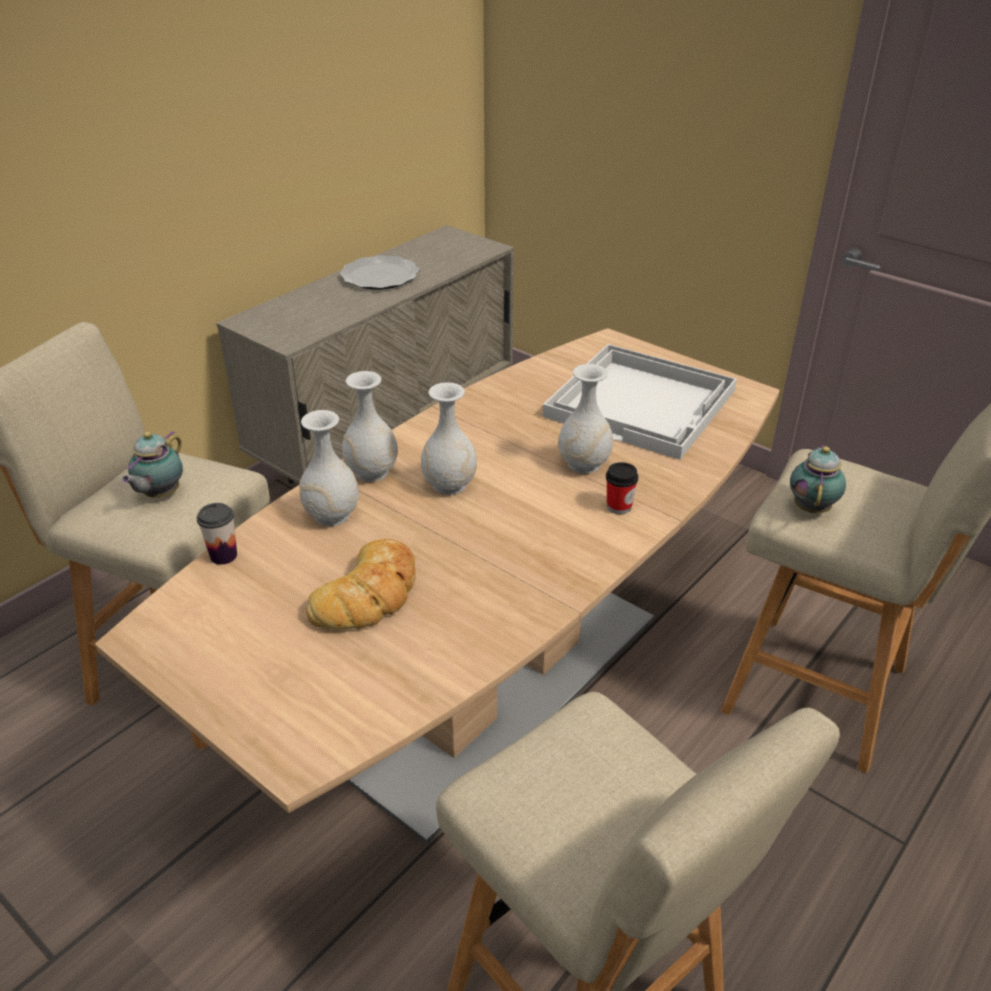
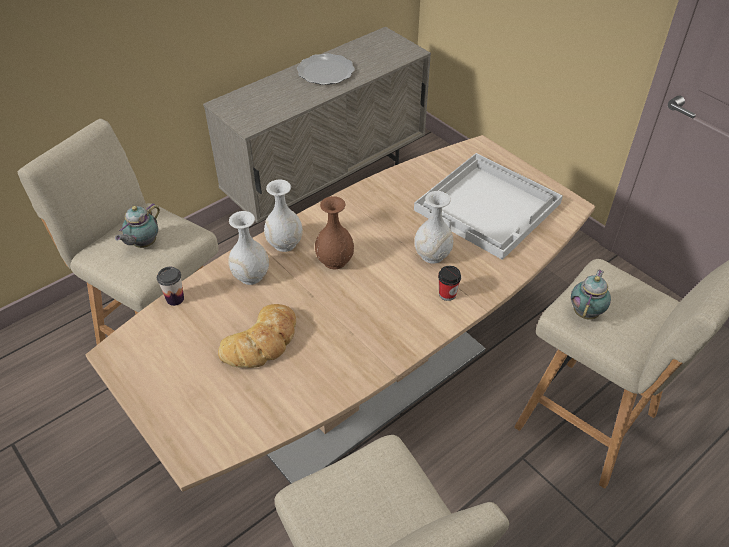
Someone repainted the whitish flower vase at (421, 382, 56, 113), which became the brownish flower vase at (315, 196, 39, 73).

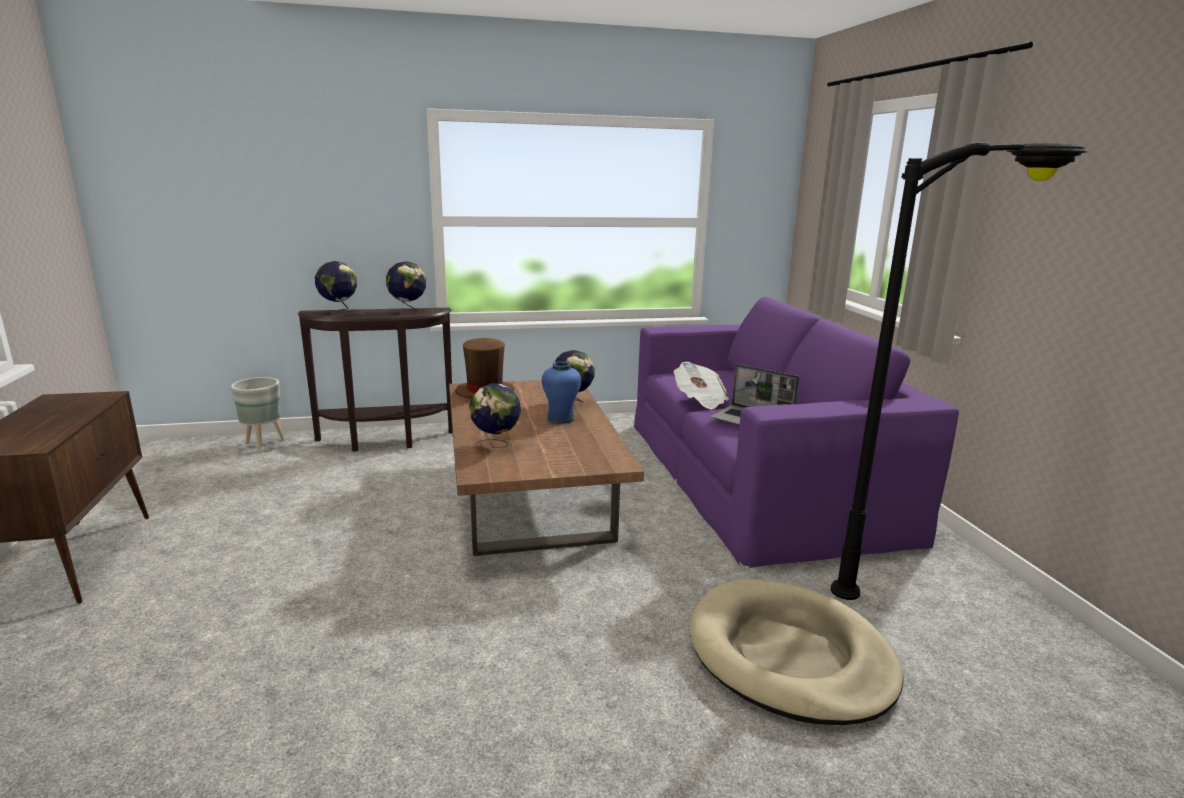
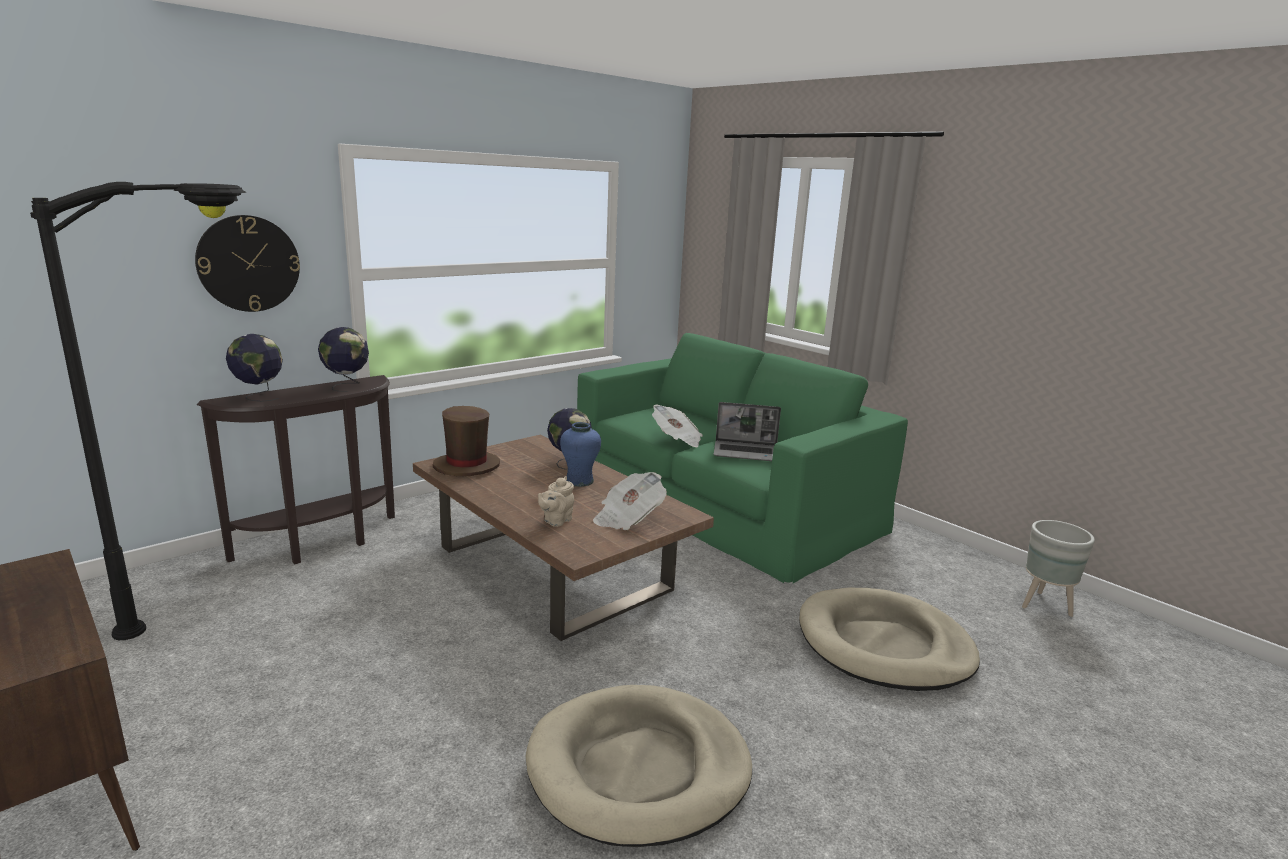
Someone put up the wall clock at (195, 215, 105, 97).
Someone put down the beige pet bed at (526, 685, 226, 162).
Someone put down the daily paper at (593, 472, 74, 58).
Someone carried the greyish flower pot from (231, 377, 54, 76) to (1022, 520, 73, 97).
Someone carried the black-coloured standing lamp from (830, 142, 258, 458) to (30, 182, 216, 458).
Someone swapped the world globe at (469, 383, 52, 65) for the beige tea pot at (538, 476, 36, 51).
Someone repainted the purplish sofa at (634, 297, 325, 271), which became the green sofa at (577, 333, 331, 250).

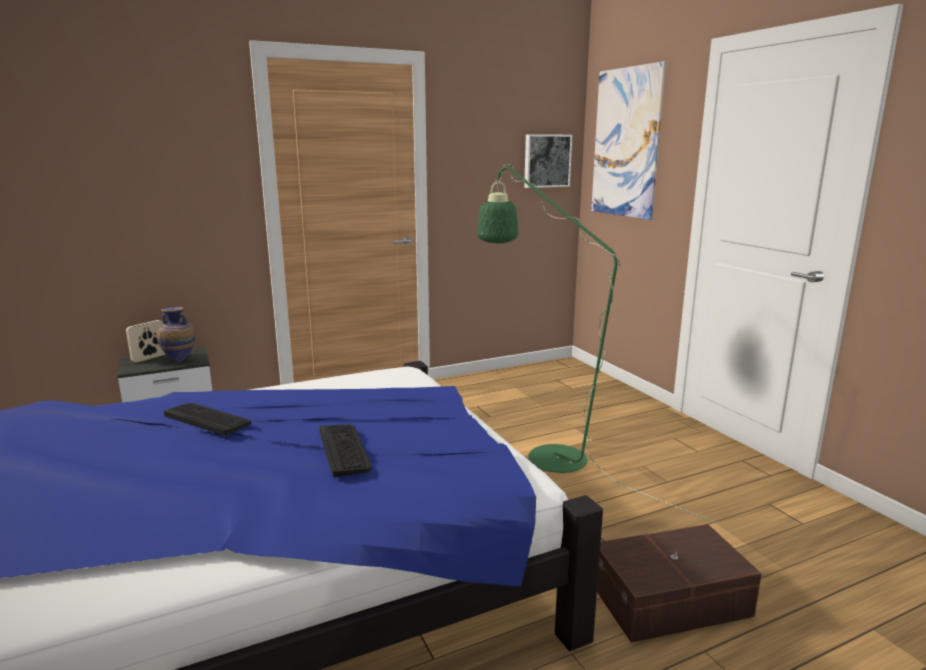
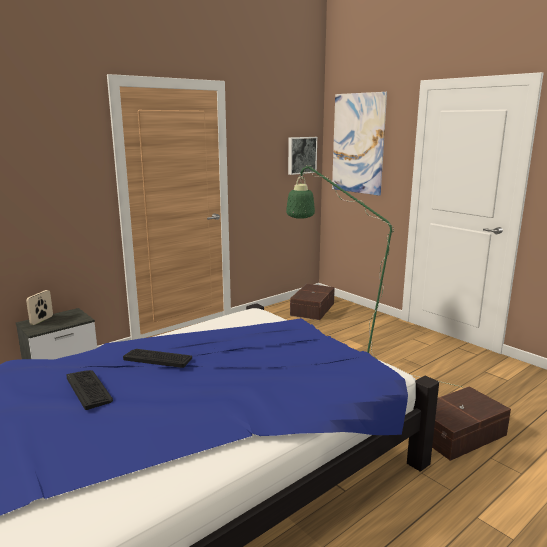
Someone took away the flower vase at (157, 307, 38, 56).
Someone put down the brownish storage container at (290, 284, 45, 36).
Someone carried the keyboard from (319, 424, 53, 53) to (66, 370, 47, 40).

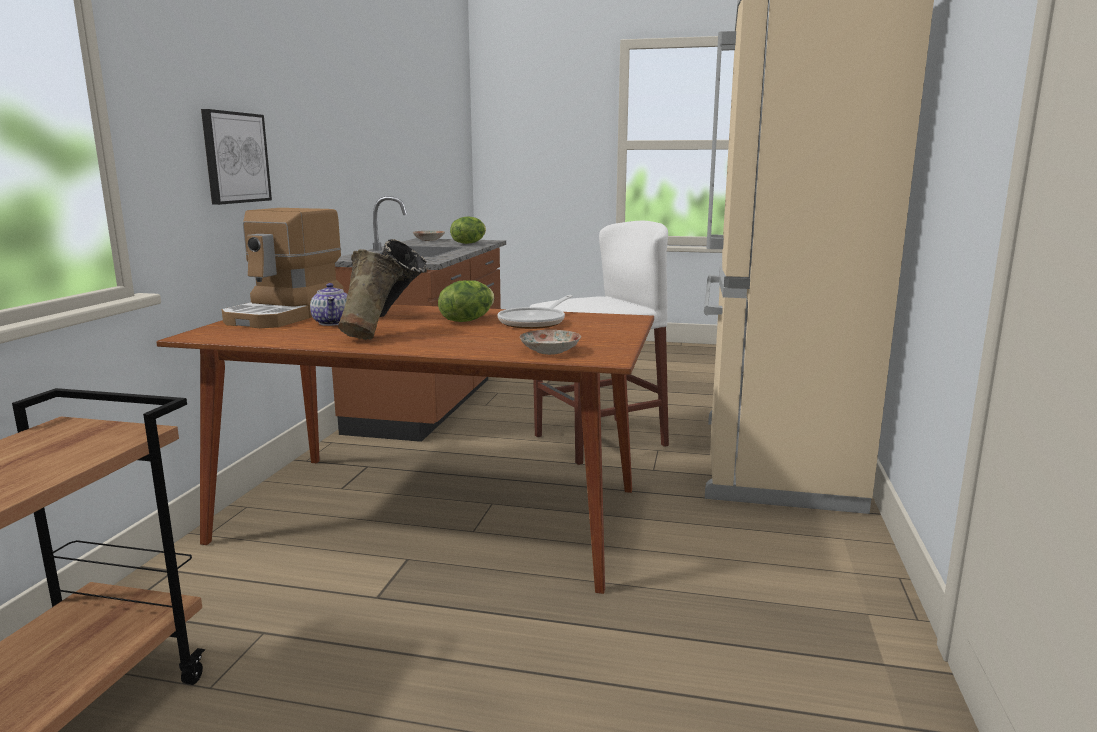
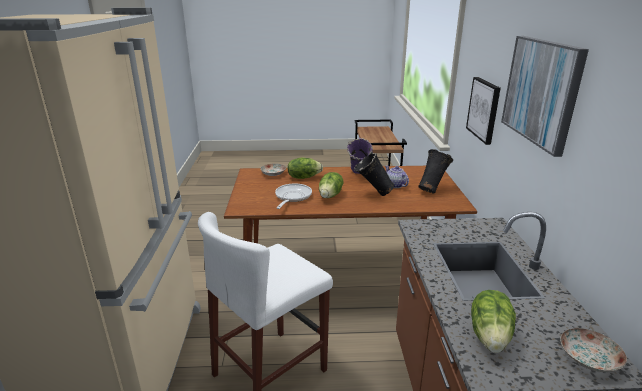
Someone put down the lettuce head at (288, 158, 35, 21).
Someone put up the picture at (501, 36, 88, 121).
Someone swapped the coffee maker at (222, 208, 122, 120) for the black-coloured flower vase at (418, 149, 35, 45).
Someone repainted the beige flower vase at (338, 249, 65, 91), which became the purplish flower vase at (347, 138, 26, 36).

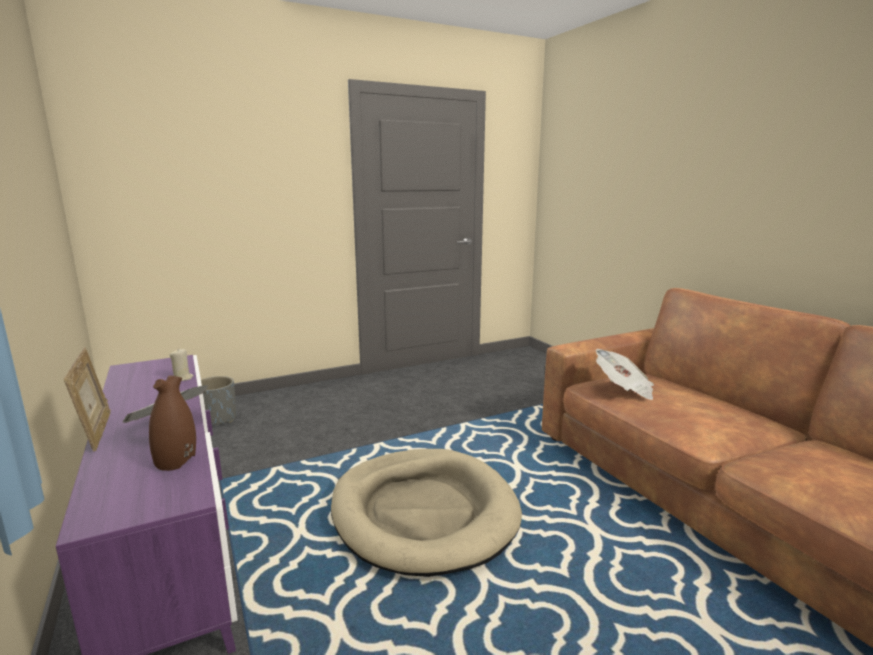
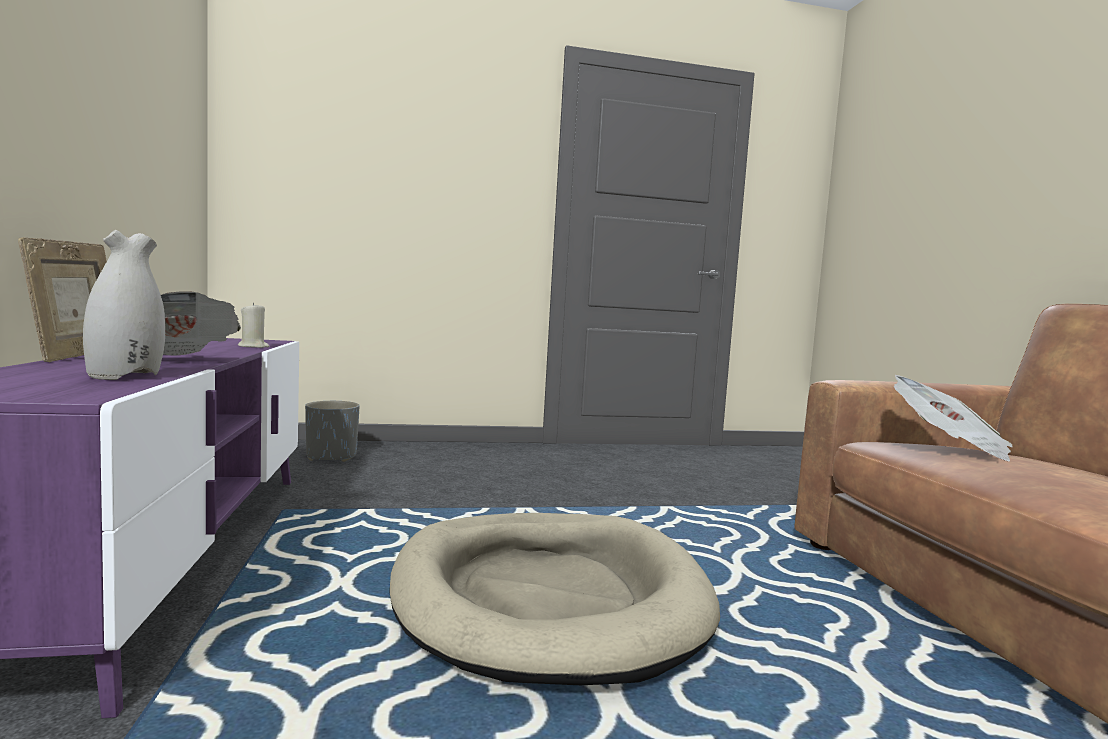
Someone repainted the brownish flower vase at (149, 376, 47, 95), which became the whitish flower vase at (83, 230, 82, 150).

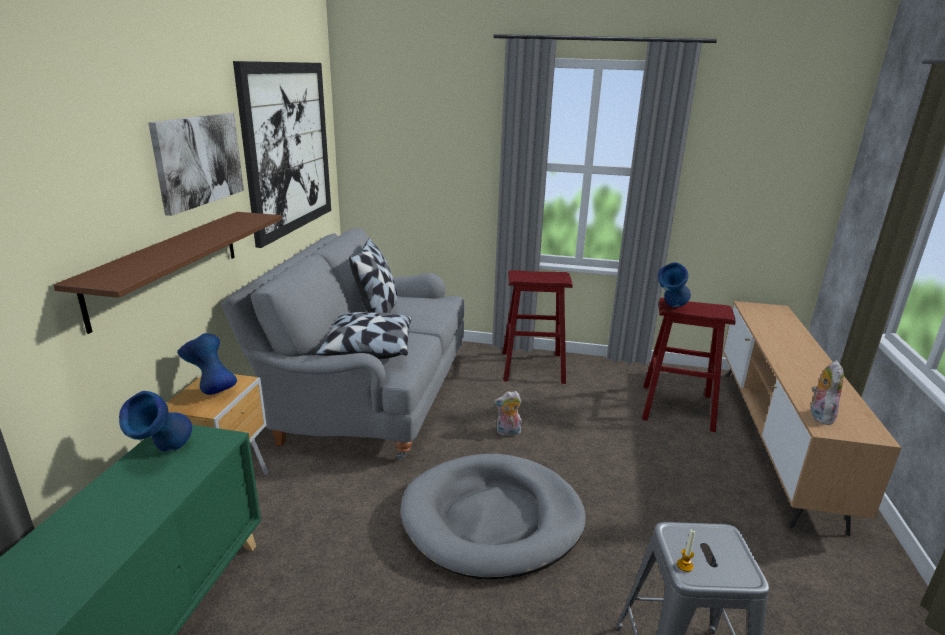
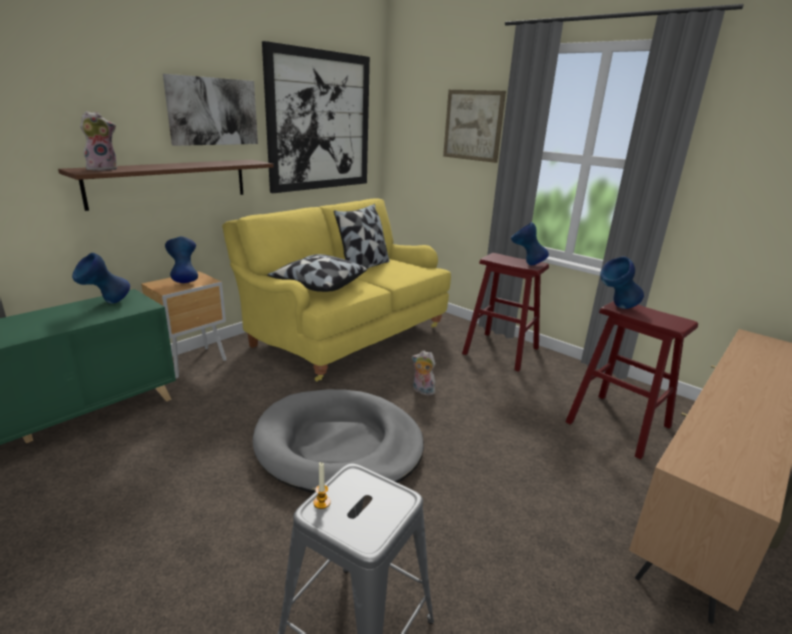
Someone put up the picture at (443, 90, 63, 73).
Someone put down the blue-coloured flower vase at (511, 222, 38, 44).
Someone carried the plush toy from (811, 360, 33, 65) to (80, 111, 37, 60).
Someone repainted the greyish sofa at (221, 228, 244, 232), which became the yellowish sofa at (222, 199, 229, 182).

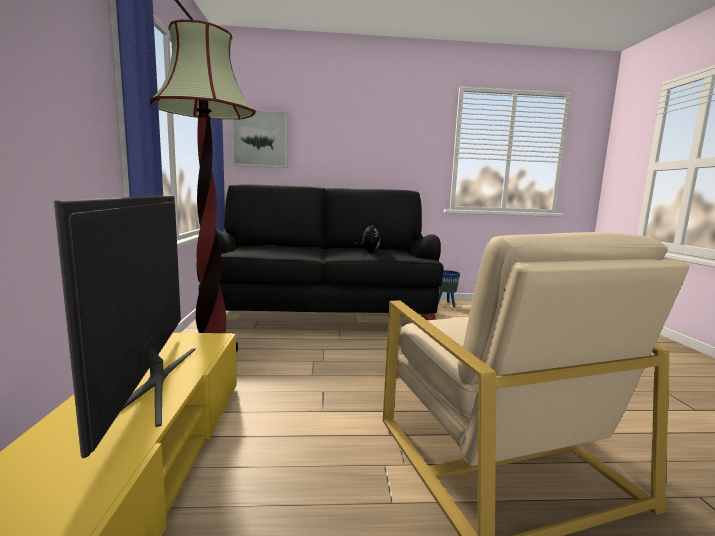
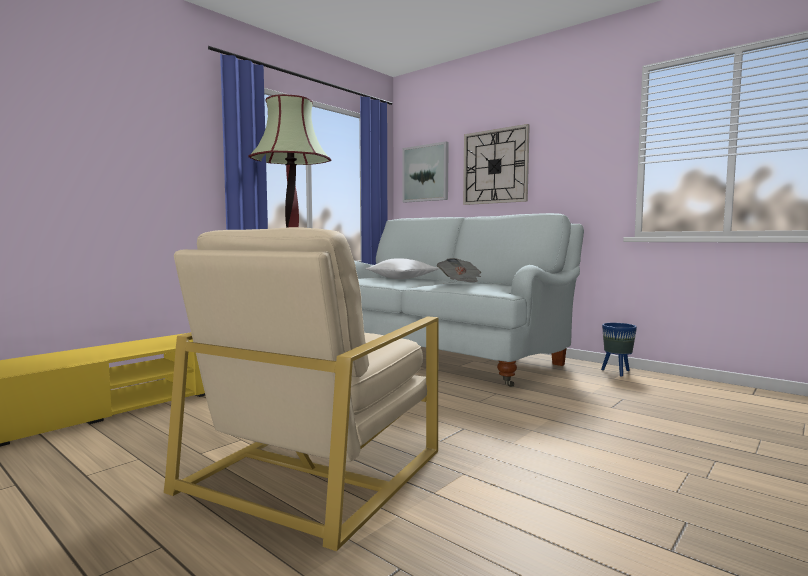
Someone took away the television at (54, 195, 142, 263).
Someone put down the whitish pillow at (366, 258, 74, 21).
Someone put up the wall clock at (463, 124, 67, 81).
Someone swapped the plush toy at (355, 224, 25, 28) for the daily paper at (437, 258, 44, 24).
Someone repainted the black-coloured sofa at (197, 184, 246, 136), which became the whitish sofa at (354, 213, 230, 174).

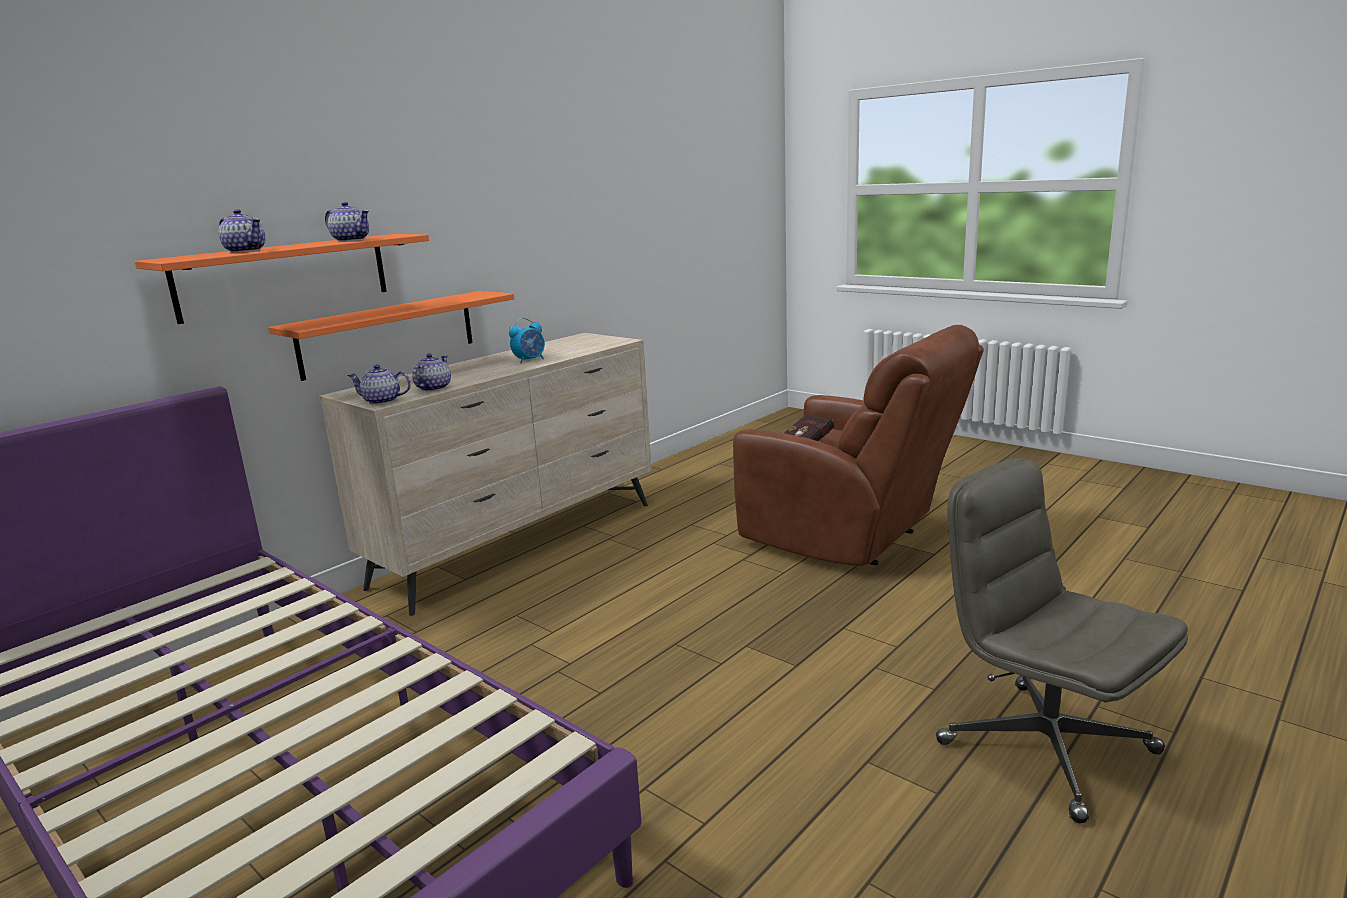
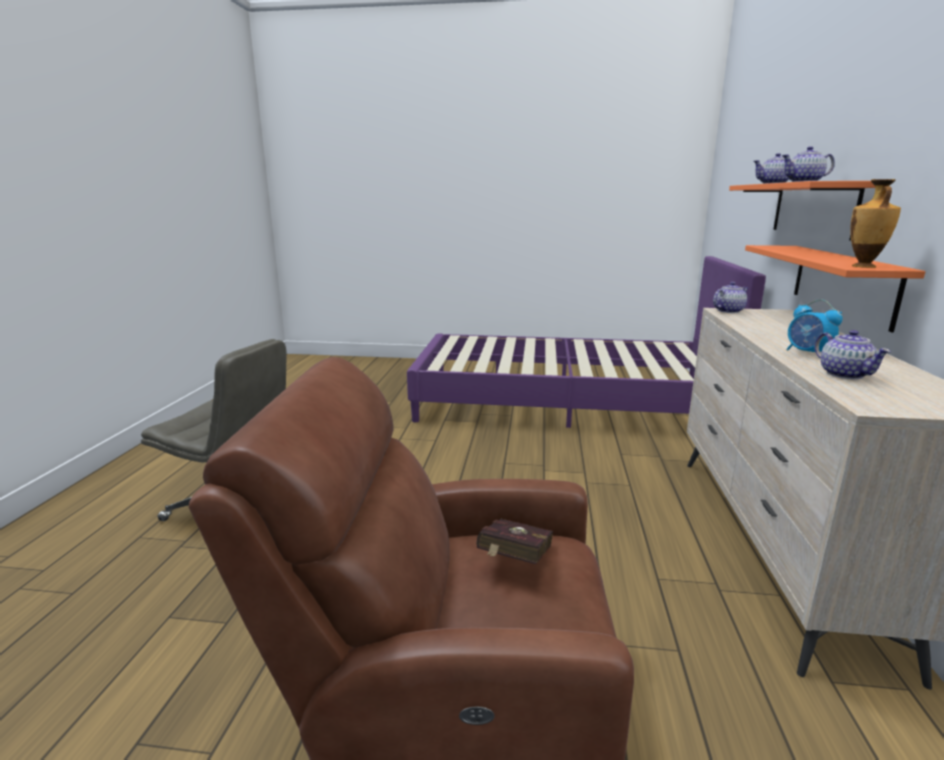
Someone put down the flower vase at (851, 179, 50, 89).
Someone carried the tea pot from (413, 353, 38, 38) to (814, 330, 77, 50).
Someone rotated the alarm clock at (509, 318, 36, 46) by 45 degrees counterclockwise.

